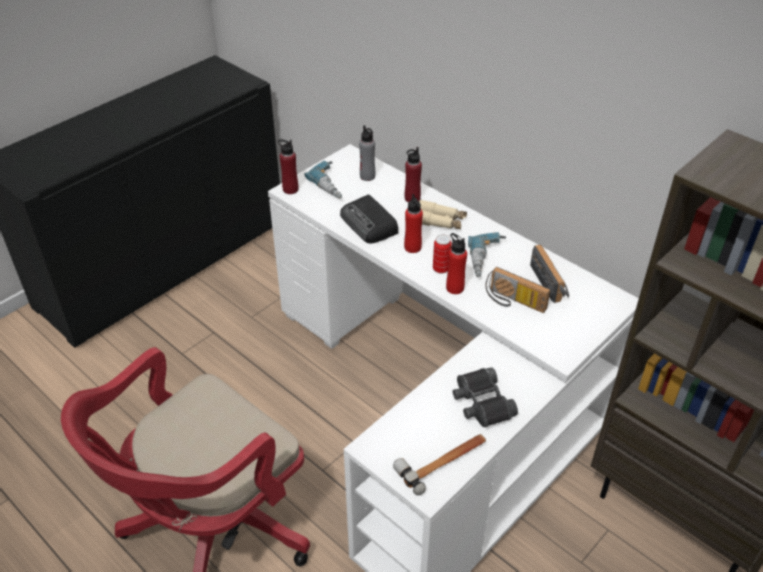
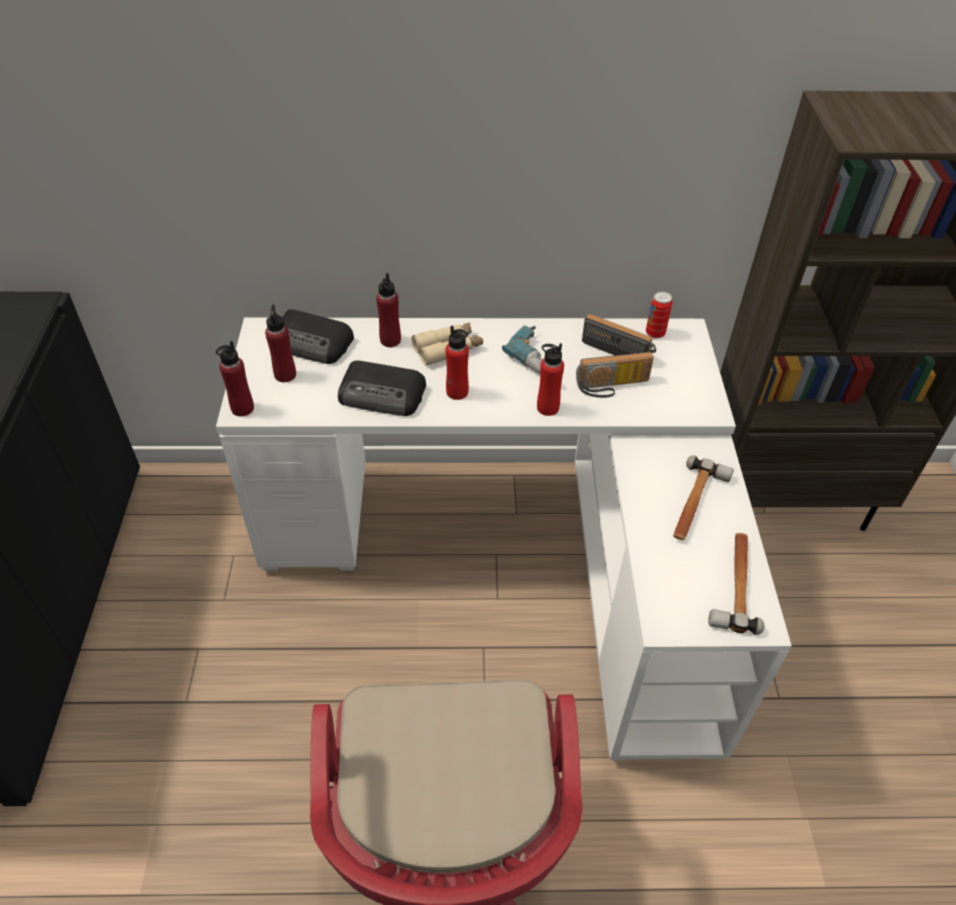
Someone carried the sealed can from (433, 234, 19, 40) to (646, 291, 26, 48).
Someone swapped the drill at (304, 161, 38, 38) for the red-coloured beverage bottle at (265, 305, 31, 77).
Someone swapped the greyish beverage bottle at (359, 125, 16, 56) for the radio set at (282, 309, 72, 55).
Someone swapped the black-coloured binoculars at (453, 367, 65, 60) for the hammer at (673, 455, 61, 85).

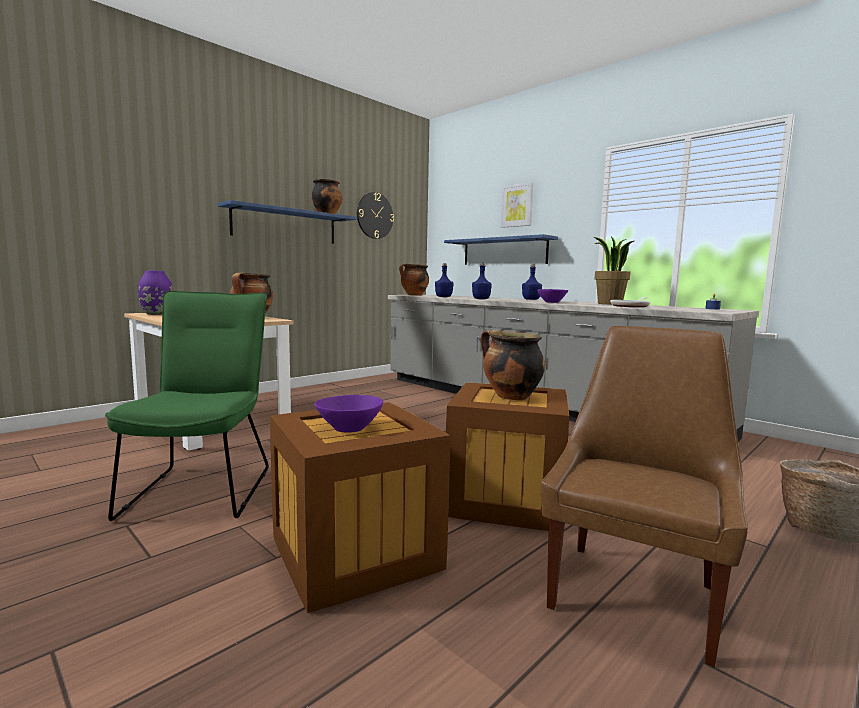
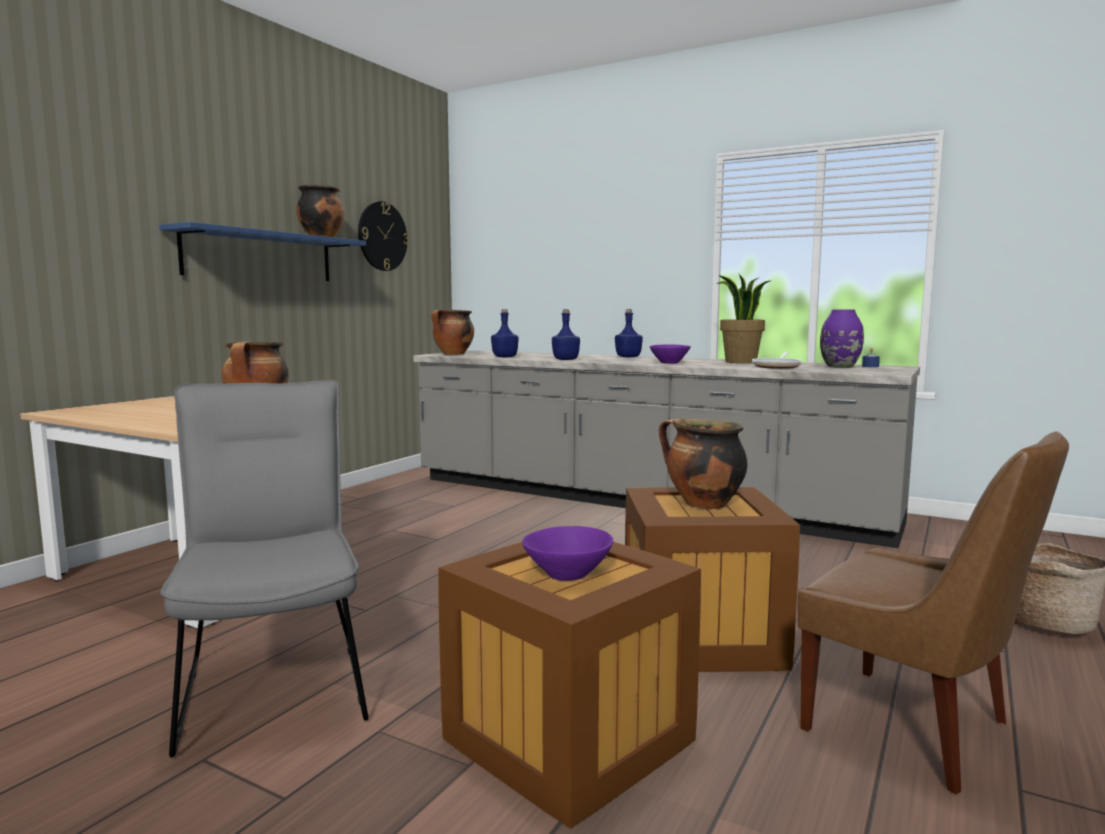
Someone took away the blue-coloured shelf at (444, 234, 114, 31).
Someone took away the picture at (501, 182, 32, 46).
Someone carried the purplish flower vase from (138, 270, 35, 45) to (820, 309, 44, 59).
Someone repainted the green chair at (105, 291, 164, 230), which became the greyish chair at (161, 380, 208, 378).
Someone rotated the brownish chair at (541, 326, 207, 341) by 120 degrees clockwise.

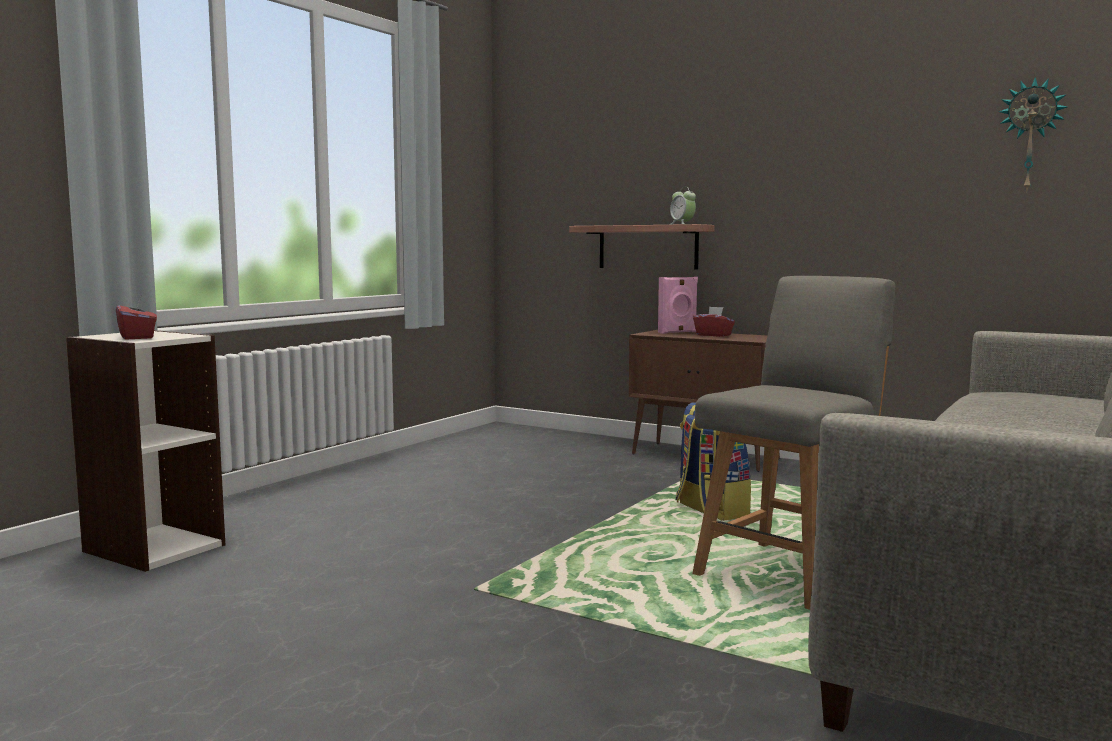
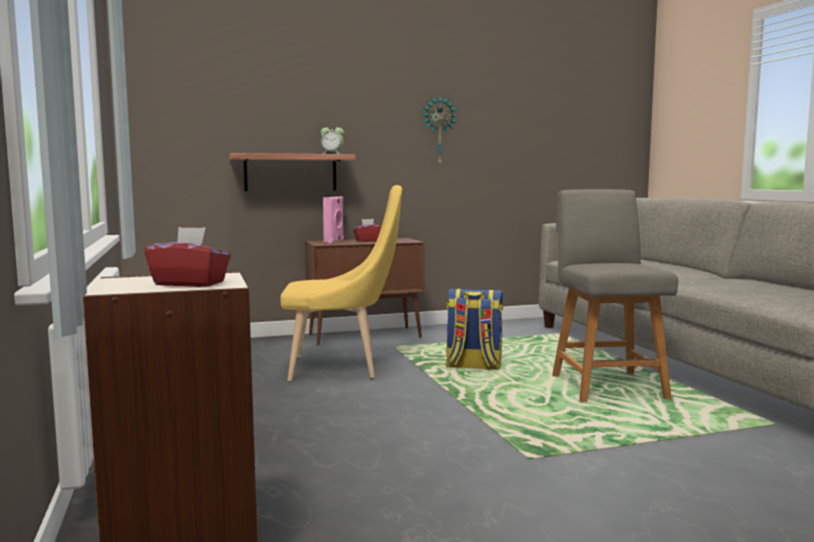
Someone put down the yellowish chair at (280, 185, 122, 197).
Someone carried the wall clock from (999, 77, 68, 115) to (423, 95, 34, 72).

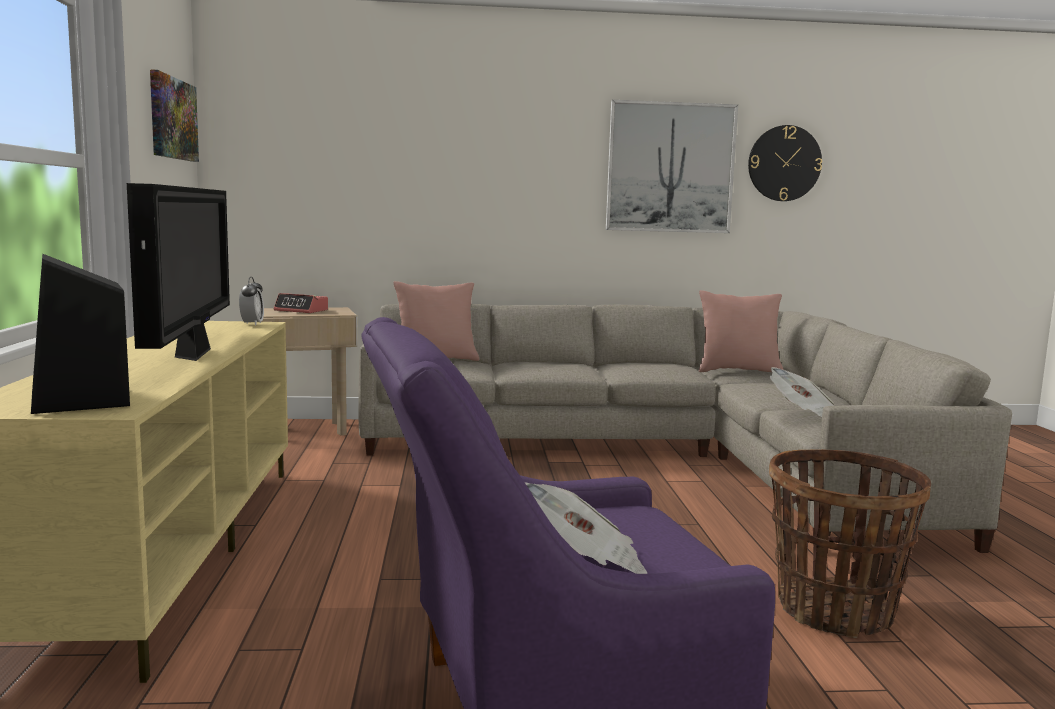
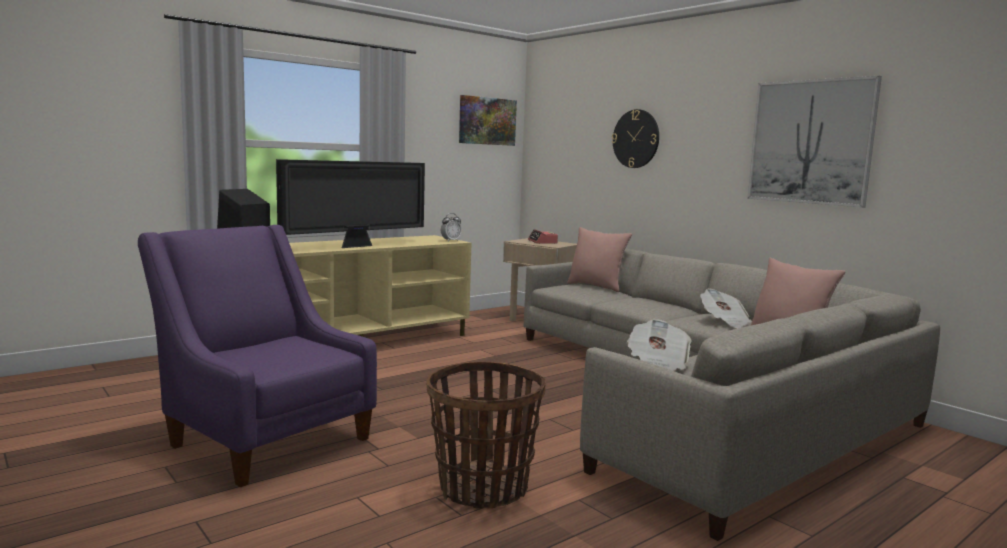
Someone carried the daily paper from (525, 482, 122, 92) to (700, 289, 52, 39).
Someone carried the wall clock from (748, 125, 74, 76) to (612, 109, 47, 59).

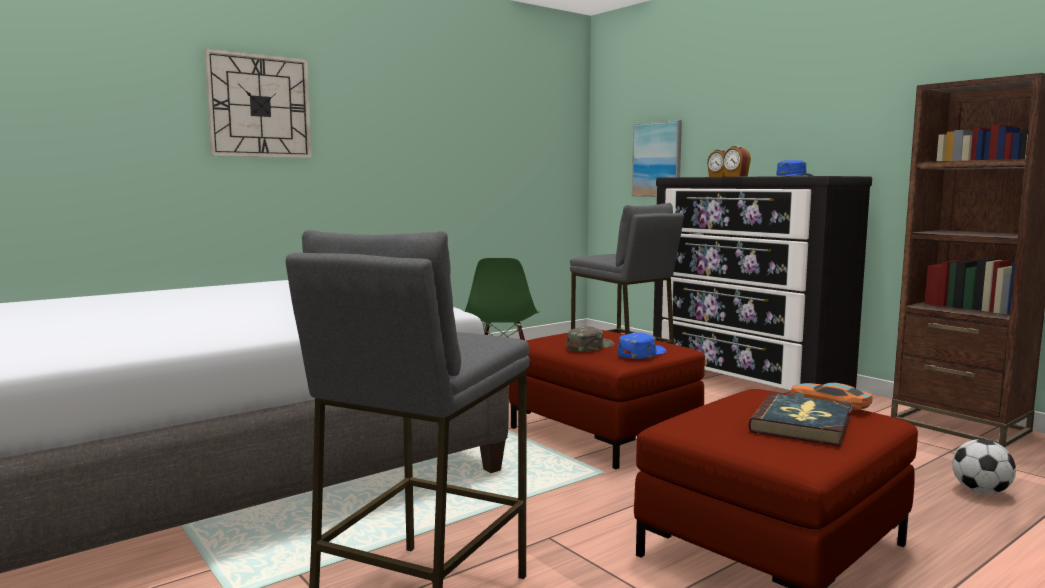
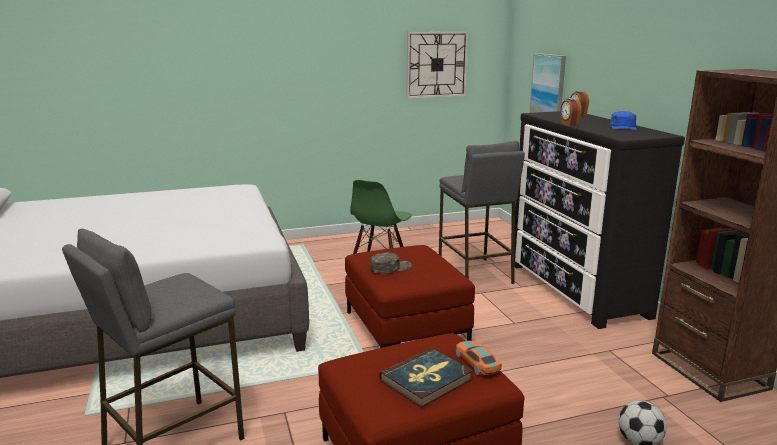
Someone took away the blue-coloured peaked cap at (618, 332, 48, 27).
Someone carried the wall clock from (204, 49, 108, 109) to (407, 31, 61, 68).

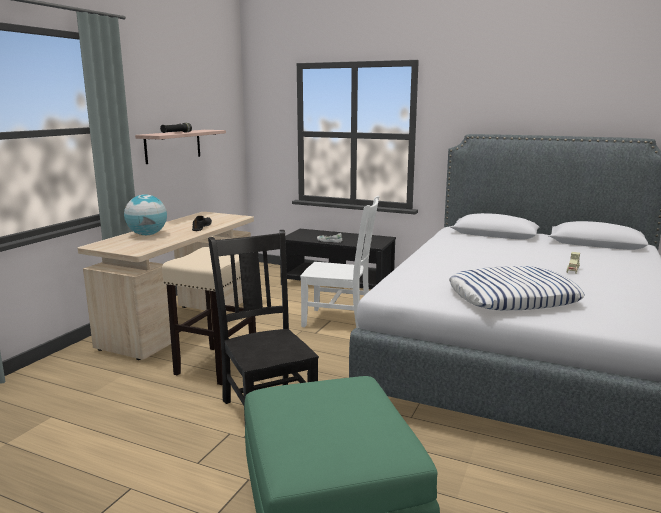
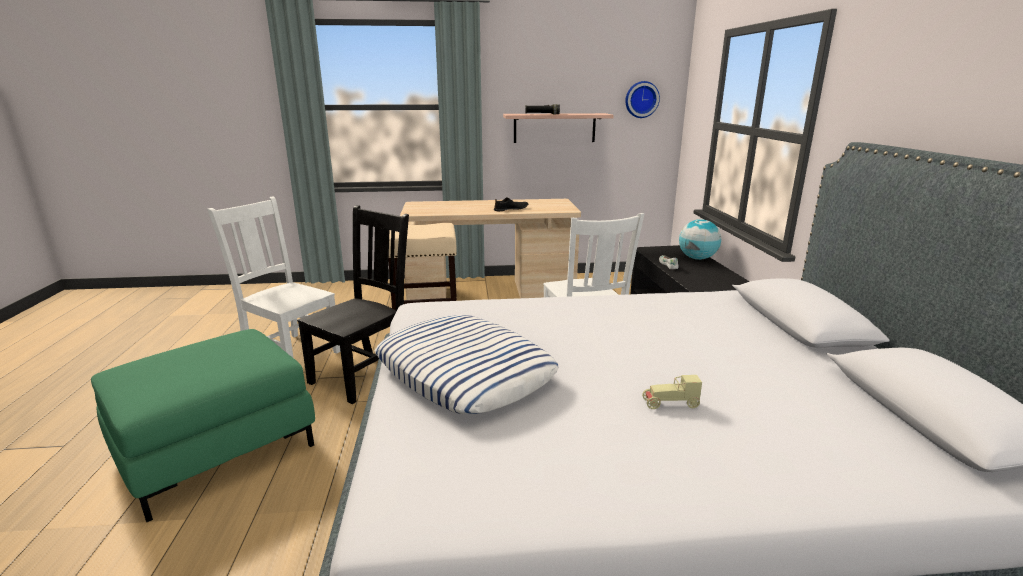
Someone put down the whitish chair at (207, 196, 134, 161).
Someone put up the wall clock at (625, 81, 35, 37).
Someone carried the world globe from (124, 194, 43, 41) to (679, 219, 42, 41).

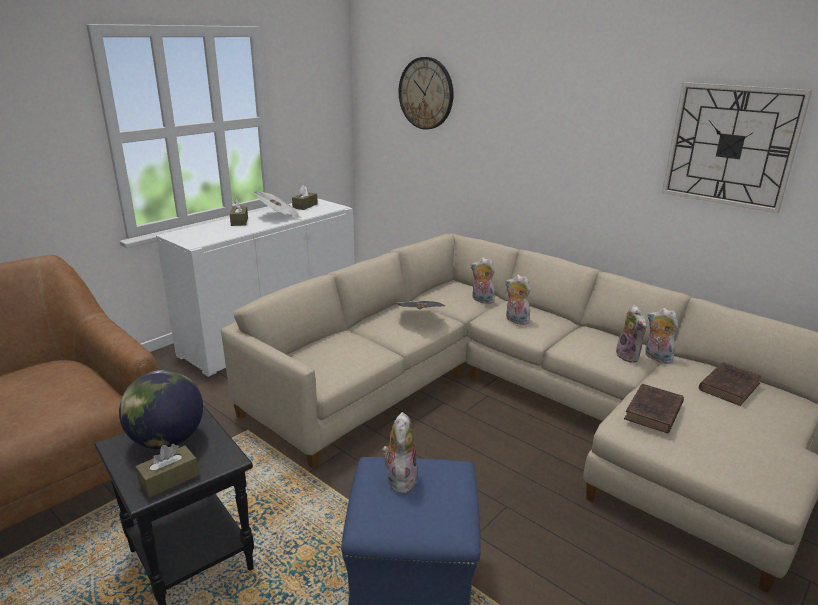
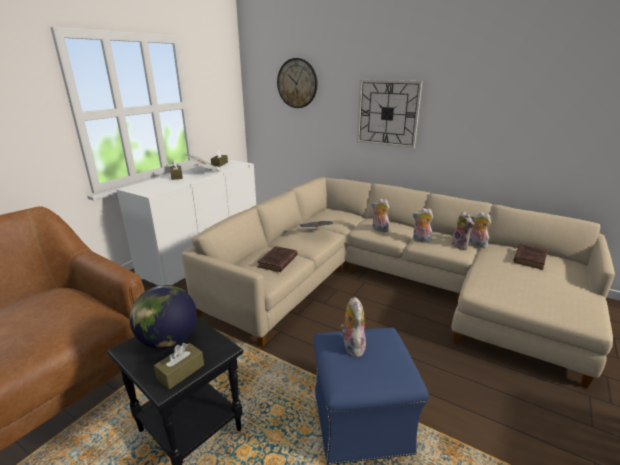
Someone carried the plush toy from (471, 258, 24, 46) to (413, 208, 20, 35).
Someone carried the brownish volume from (624, 384, 60, 49) to (258, 246, 40, 26).
Someone carried the wall clock from (662, 82, 150, 131) to (357, 80, 65, 68).

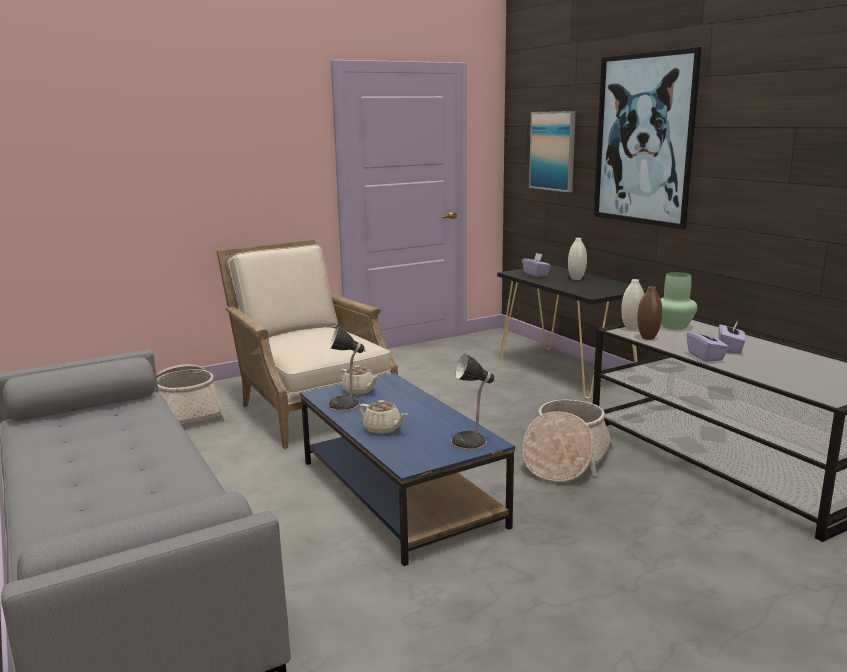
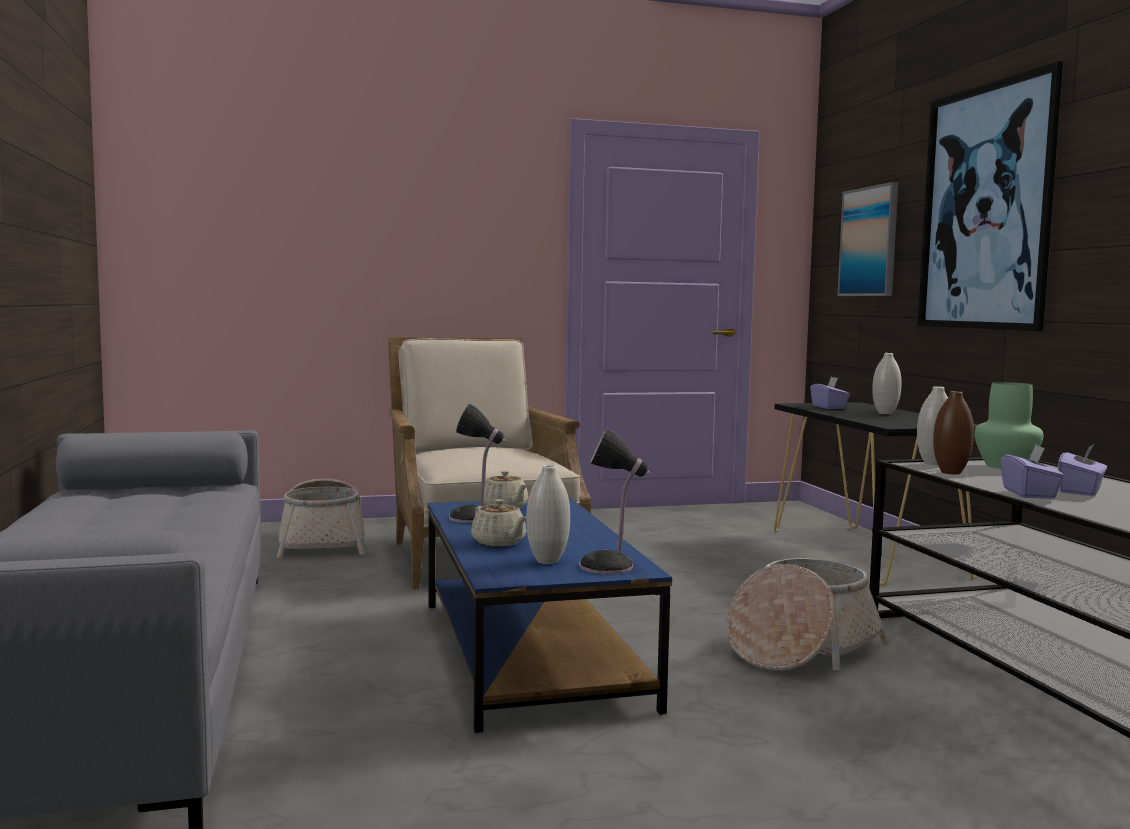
Someone put down the whitish flower vase at (526, 465, 44, 99).

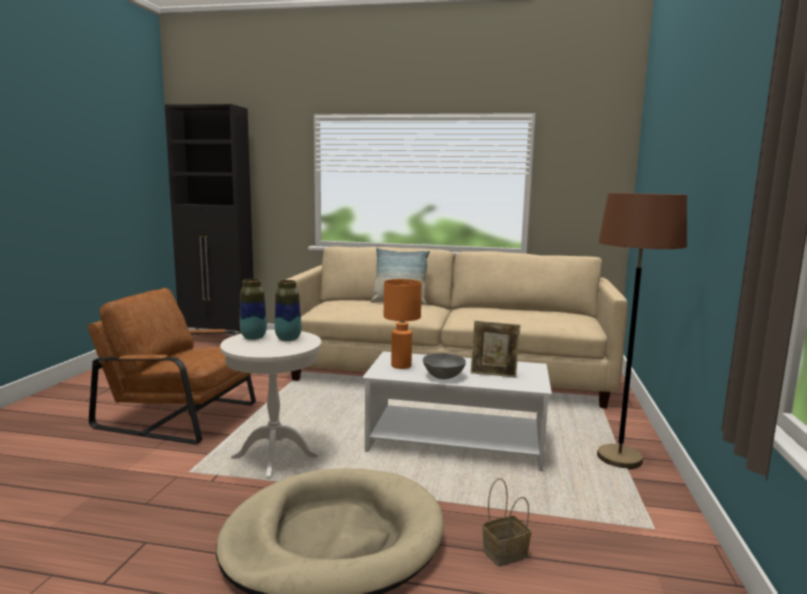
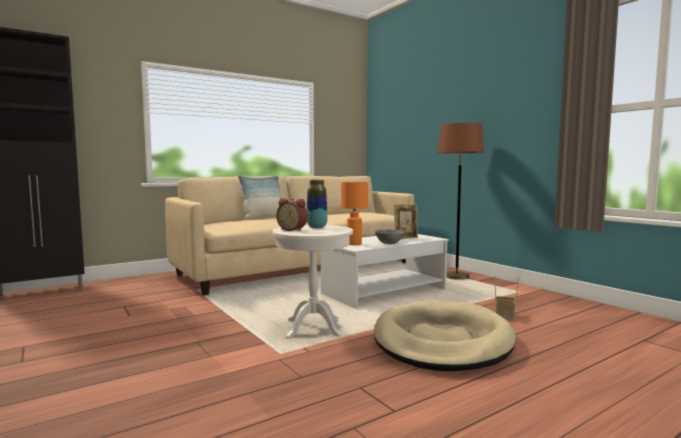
Someone took away the brownish easy chair at (88, 288, 168, 157).
Someone swapped the flower vase at (240, 279, 27, 61) for the alarm clock at (276, 198, 32, 33).

